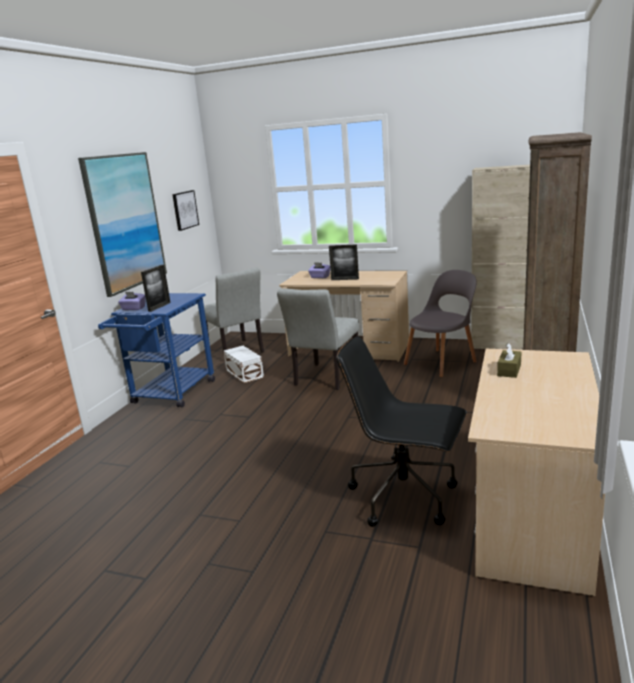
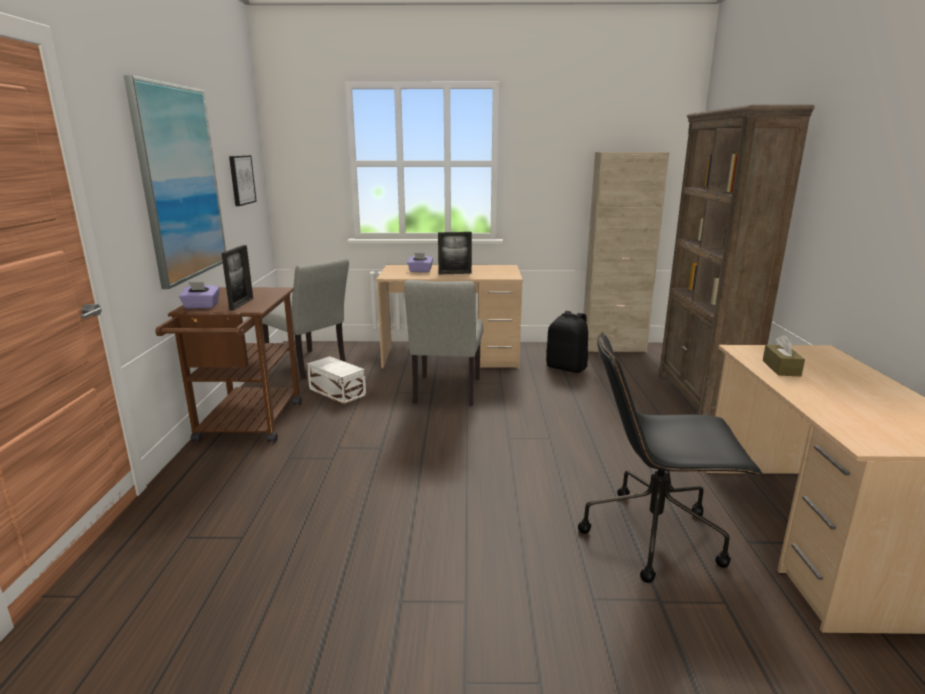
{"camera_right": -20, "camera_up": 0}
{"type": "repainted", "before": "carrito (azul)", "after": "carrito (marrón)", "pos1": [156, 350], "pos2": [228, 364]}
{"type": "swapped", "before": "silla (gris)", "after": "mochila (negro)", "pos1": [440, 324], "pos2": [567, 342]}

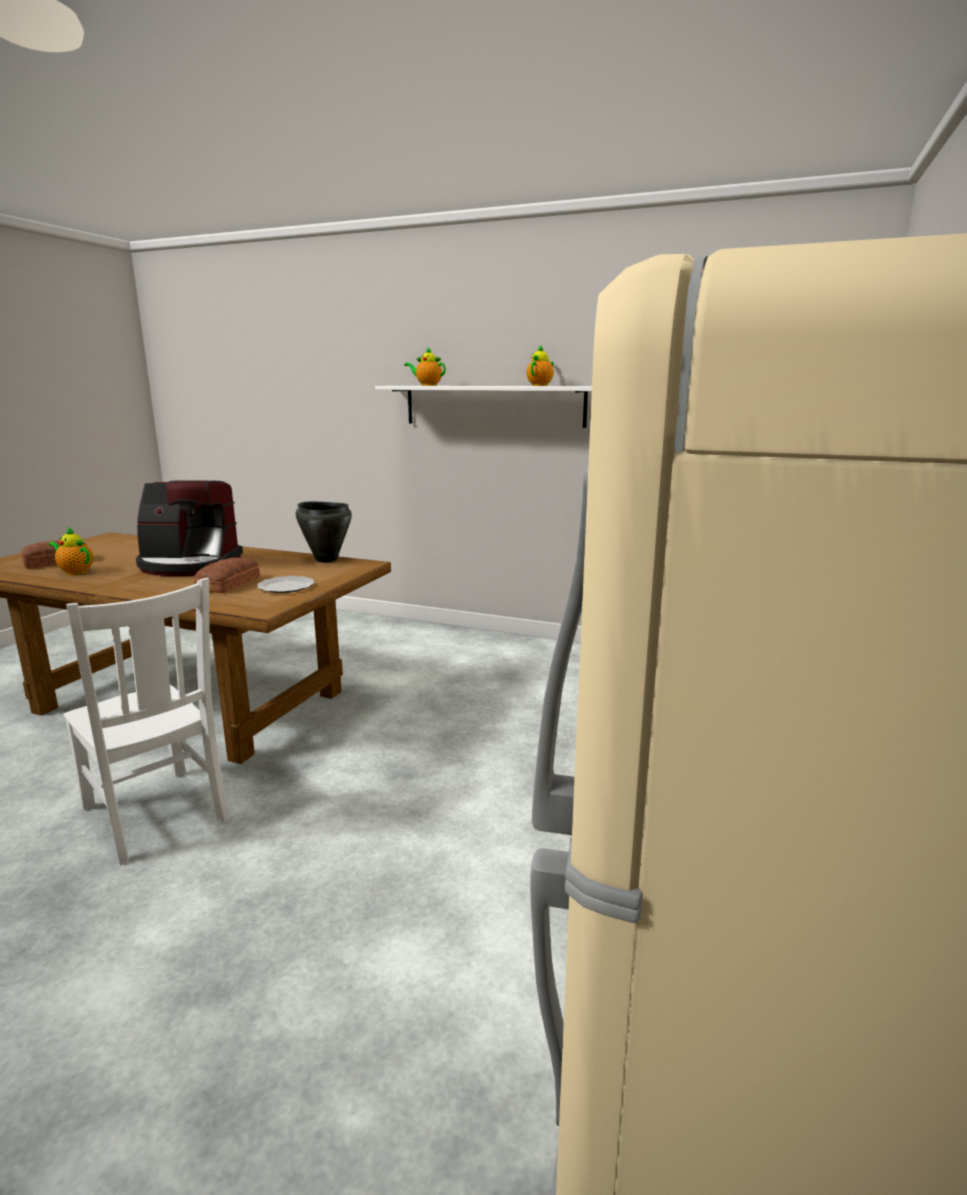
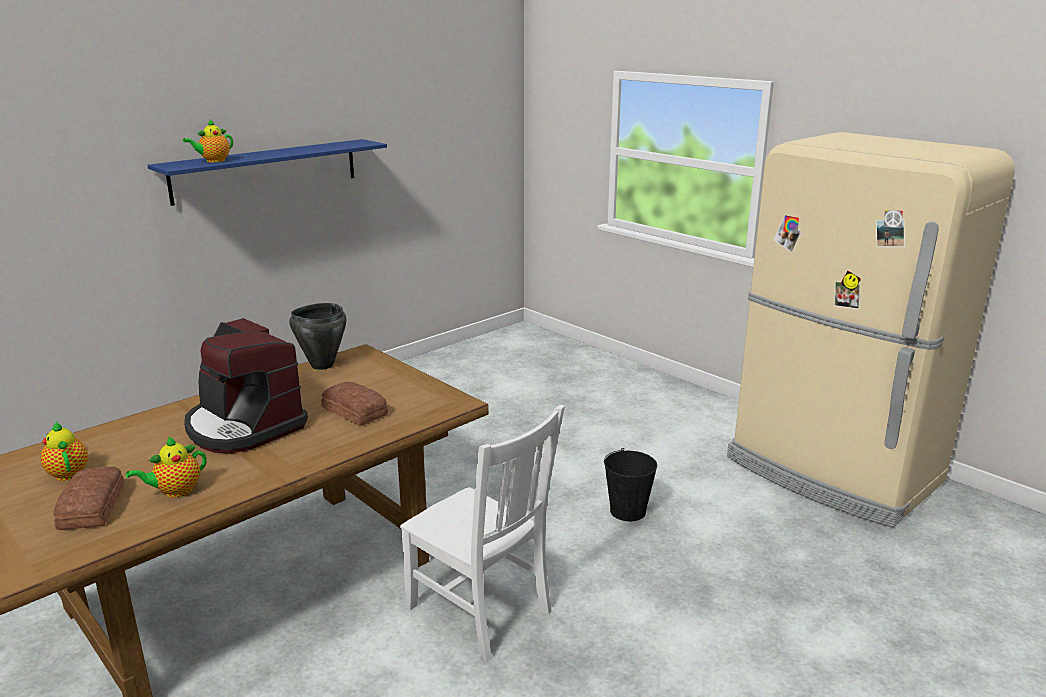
{"camera_right": -65, "camera_up": 5}
{"type": "shifted", "before": "tetera", "pos1": [540, 365], "pos2": [64, 451]}
{"type": "repainted", "before": "estante (blanco)", "after": "estante (azul)", "pos1": [483, 407], "pos2": [267, 172]}
{"type": "rotated", "before": "cafetera", "pos1": [189, 528], "pos2": [246, 386], "turn": 105}
{"type": "rotated", "before": "silla (blanco)", "pos1": [146, 721], "pos2": [482, 533], "turn": 60}
{"type": "new", "after": "cubo (negro)", "pos2": [630, 484]}
{"type": "gone", "before": "plato", "pos1": [286, 584]}

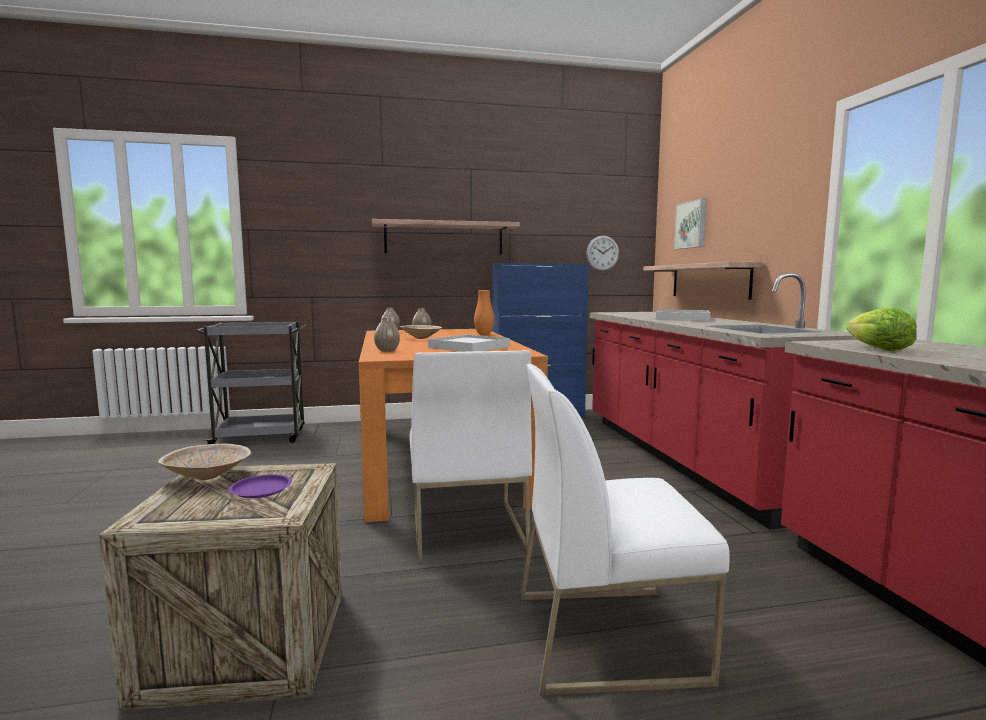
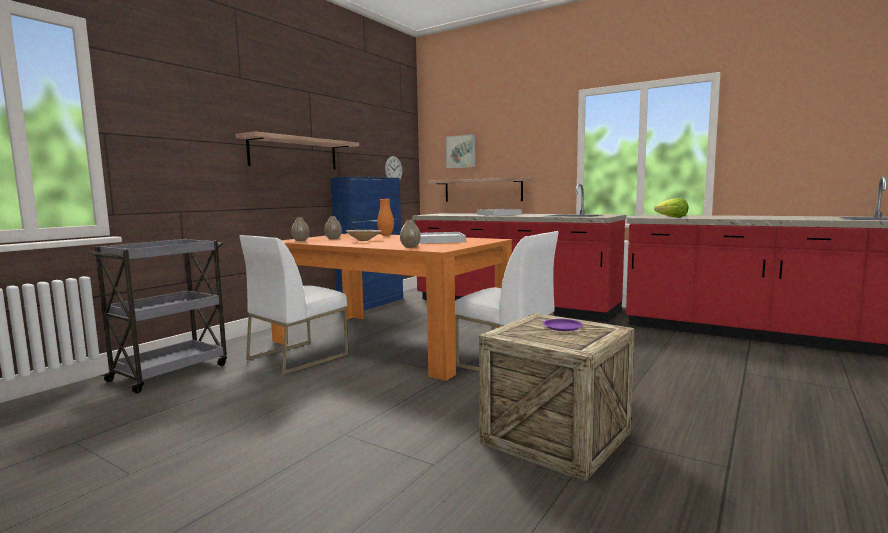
{"camera_right": -45, "camera_up": 0}
{"type": "shifted", "before": "silla (blanco)", "pos1": [625, 530], "pos2": [293, 305]}
{"type": "gone", "before": "cuenco (beis)", "pos1": [204, 462]}

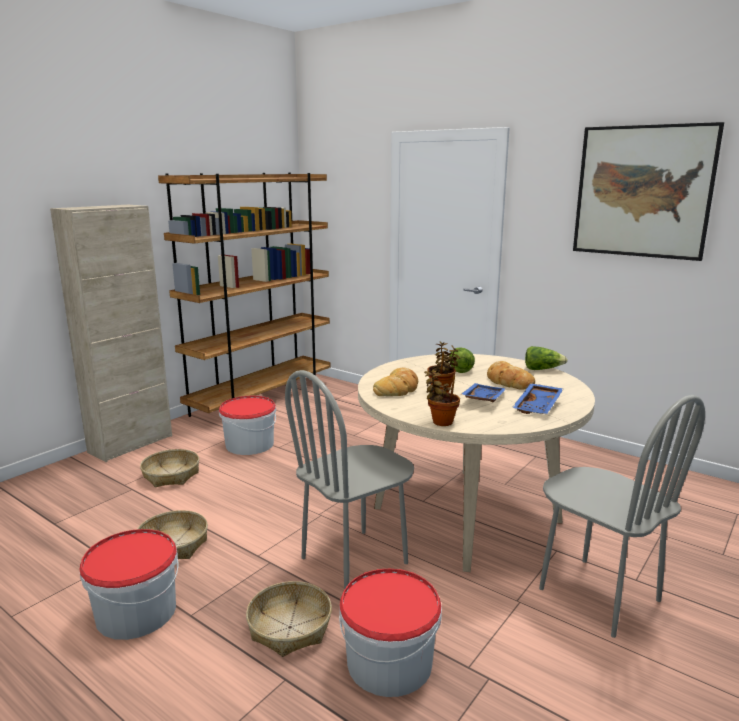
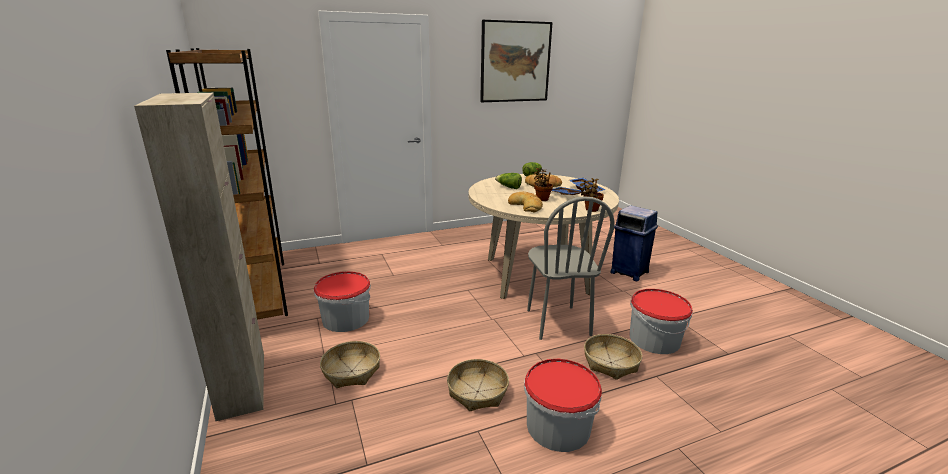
{"camera_right": -60, "camera_up": 5}
{"type": "swapped", "before": "silla (gris)", "after": "papelera (azul)", "pos1": [622, 516], "pos2": [634, 243]}

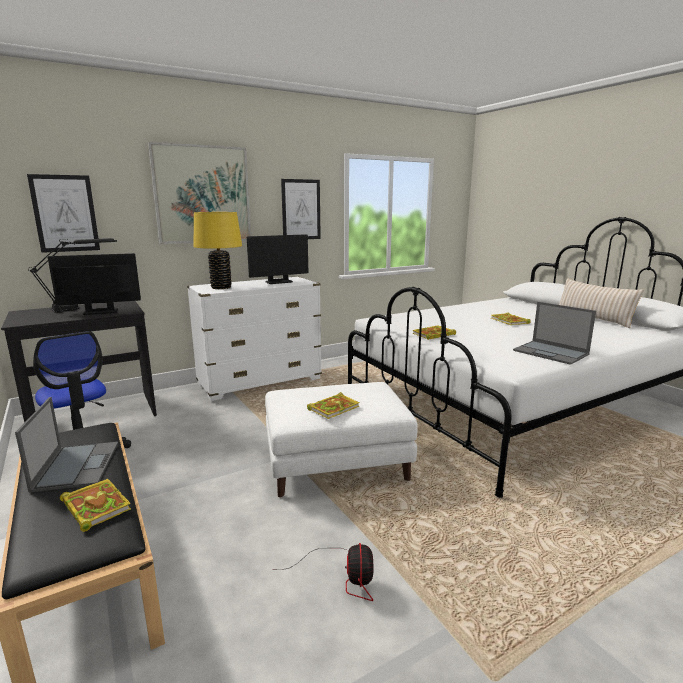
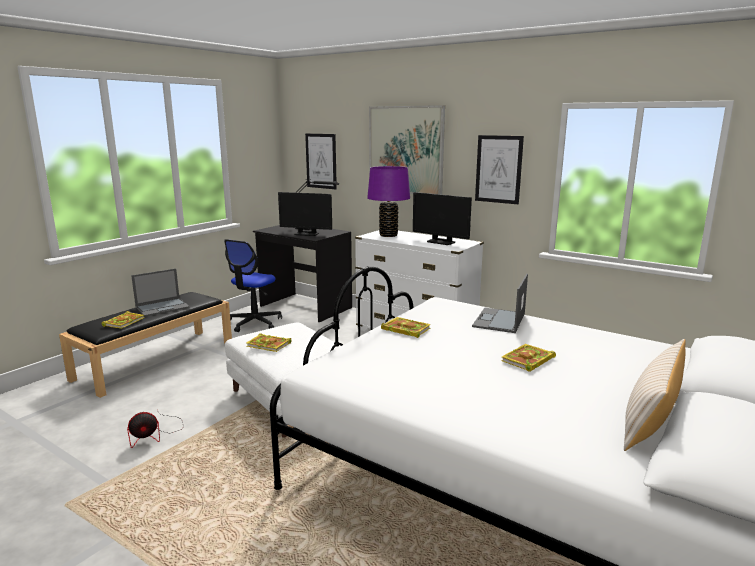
{"camera_right": 65, "camera_up": 0}
{"type": "rotated", "before": "monitor", "pos1": [94, 284], "pos2": [305, 214], "turn": 150}
{"type": "repainted", "before": "lámpara de mesa (amarillo)", "after": "lámpara de mesa (morado)", "pos1": [217, 250], "pos2": [388, 201]}
{"type": "shifted", "before": "portátil", "pos1": [554, 333], "pos2": [500, 303]}

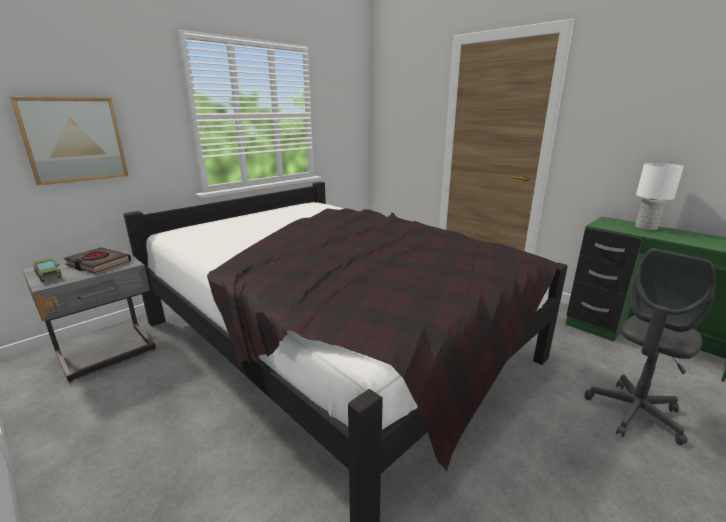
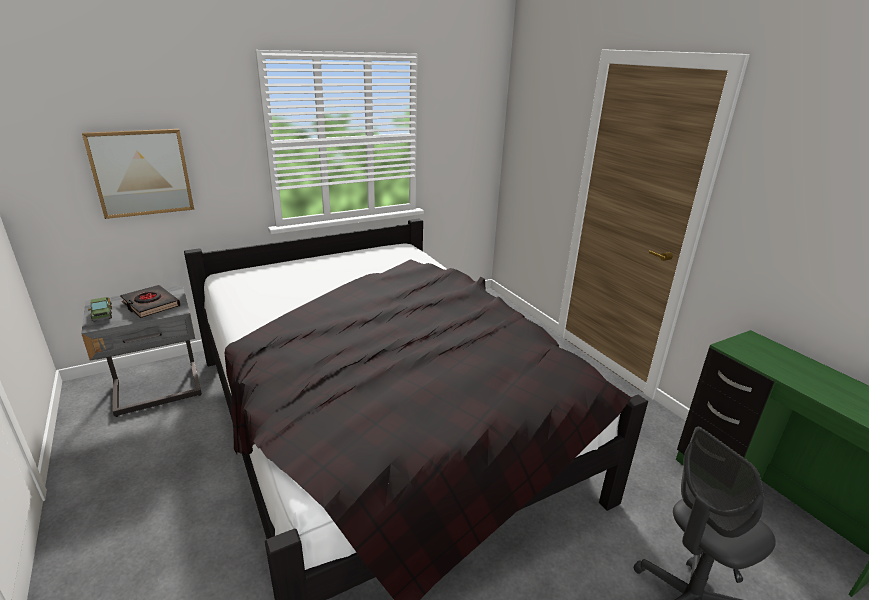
{"camera_right": 15, "camera_up": 5}
{"type": "gone", "before": "lámpara de mesa (blanco)", "pos1": [659, 196]}

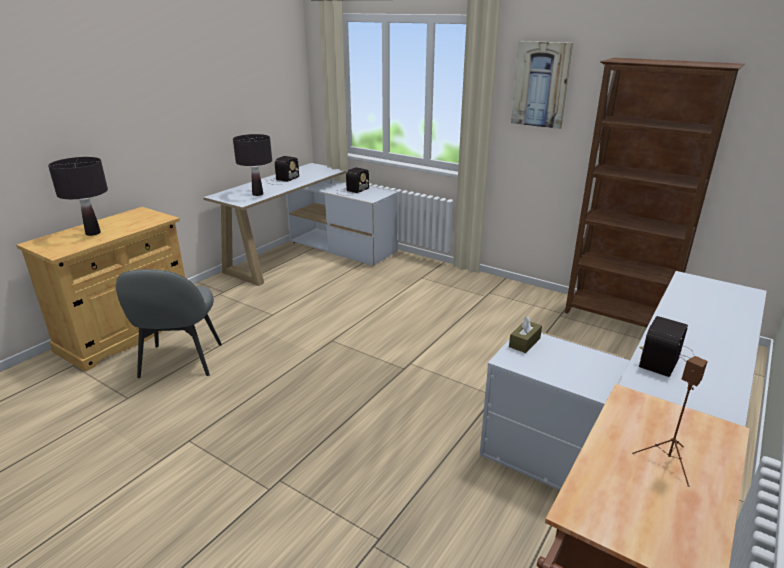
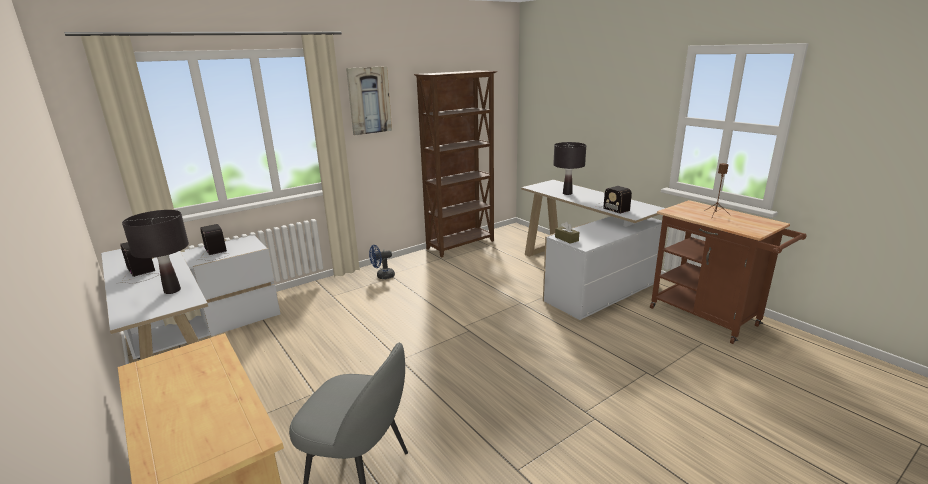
{"camera_right": -70, "camera_up": -5}
{"type": "new", "after": "ventilador (azul)", "pos2": [382, 262]}
{"type": "shifted", "before": "lámpara de mesa (negro)", "pos1": [78, 196], "pos2": [569, 168]}

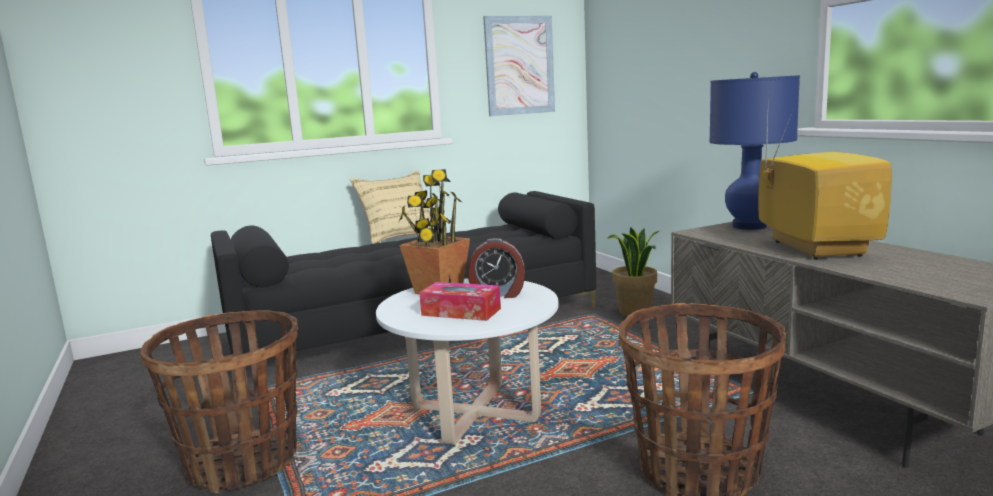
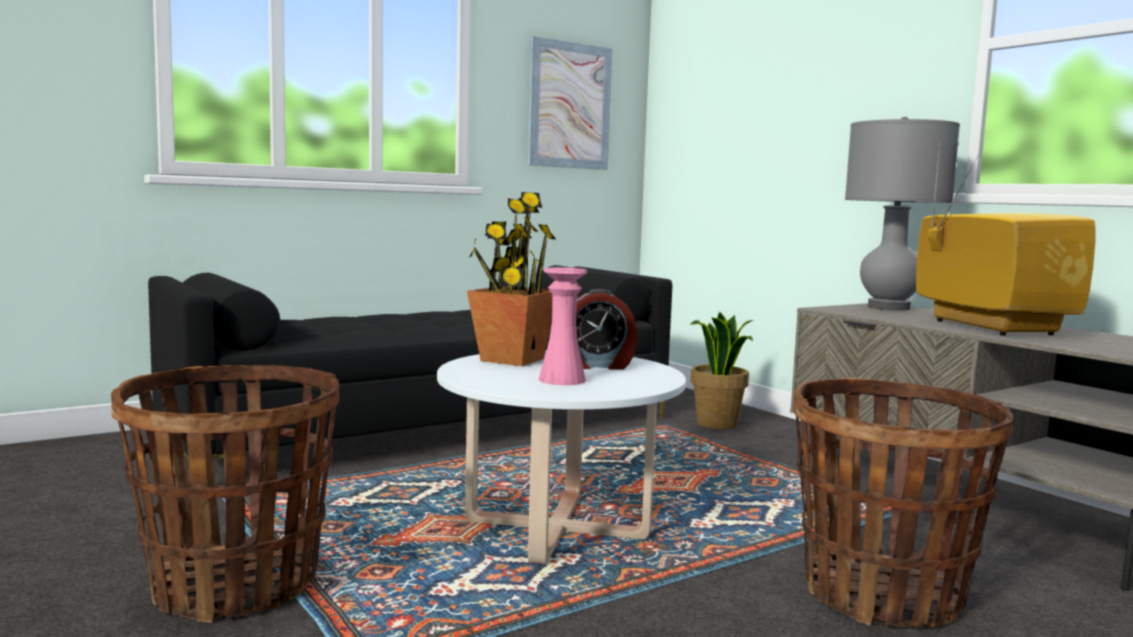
{"camera_right": -10, "camera_up": -5}
{"type": "swapped", "before": "caja de pañuelos", "after": "florero (rosa)", "pos1": [460, 301], "pos2": [562, 326]}
{"type": "repainted", "before": "lámpara de mesa (azul)", "after": "lámpara de mesa (gris)", "pos1": [754, 151], "pos2": [902, 213]}
{"type": "gone", "before": "cojín (beis)", "pos1": [394, 207]}

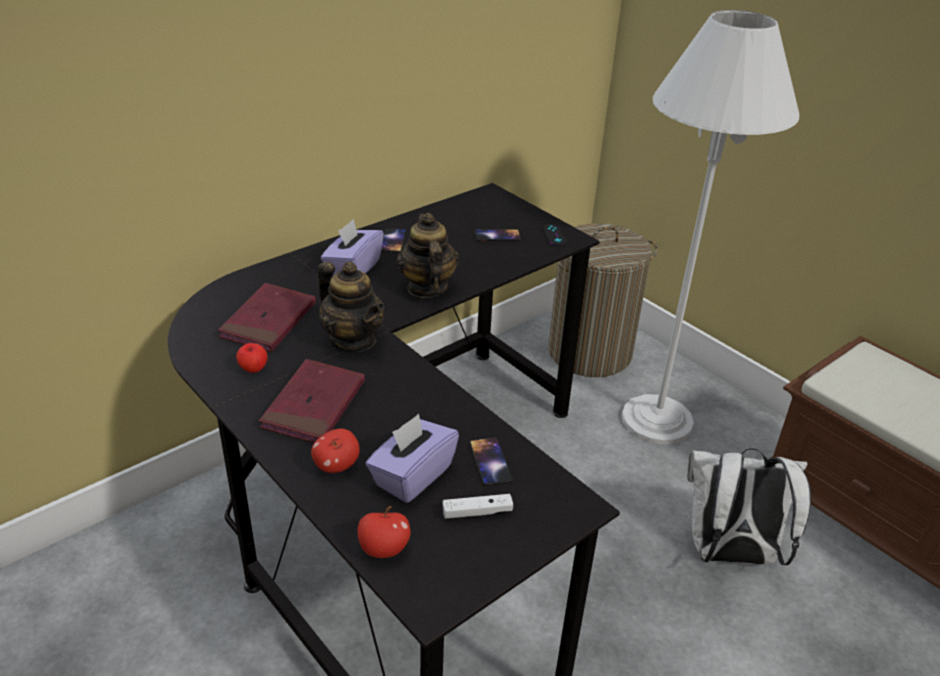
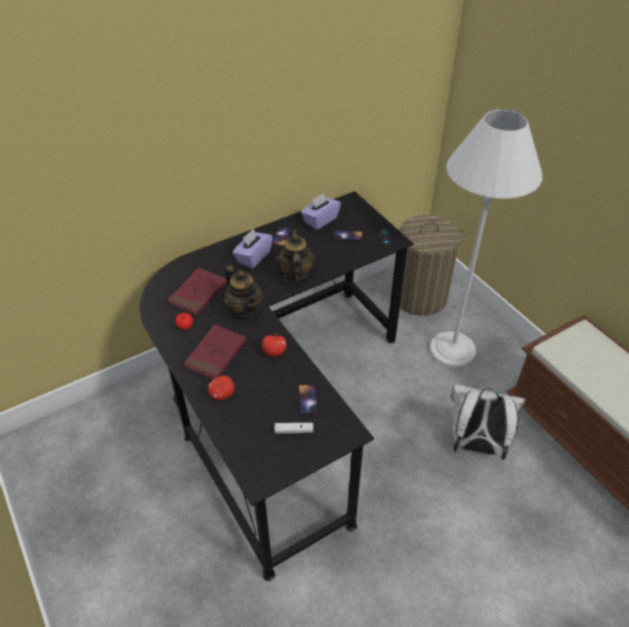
{"camera_right": 10, "camera_up": 10}
{"type": "shifted", "before": "manzana", "pos1": [384, 532], "pos2": [274, 345]}
{"type": "shifted", "before": "caja de pañuelos (morado)", "pos1": [412, 458], "pos2": [321, 211]}

